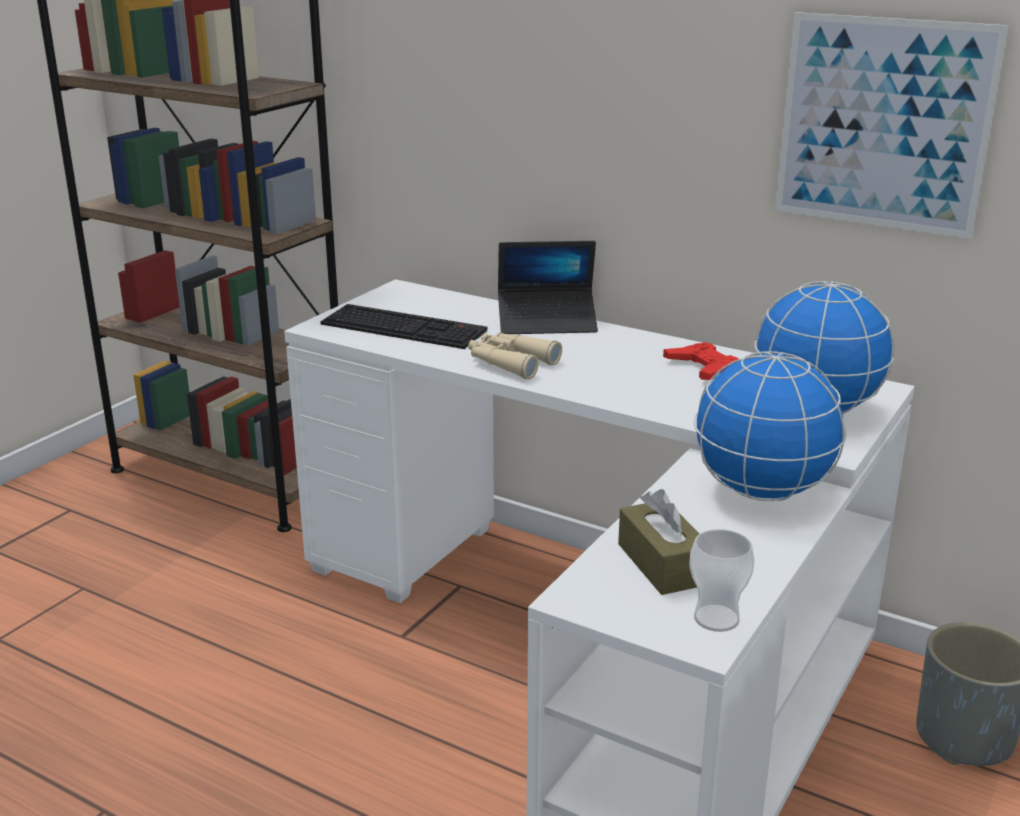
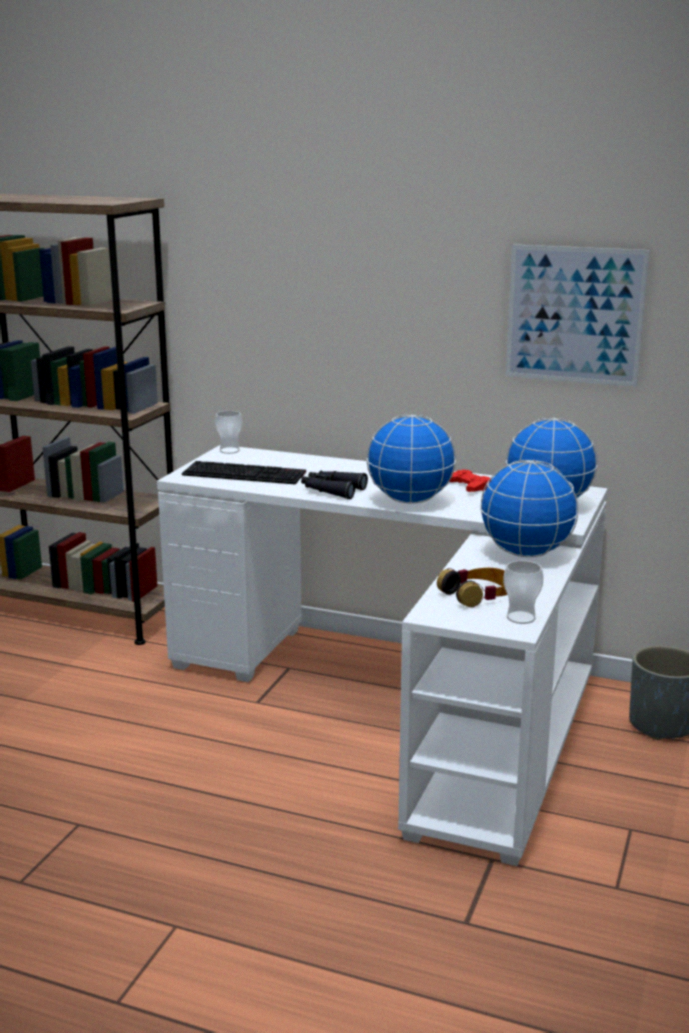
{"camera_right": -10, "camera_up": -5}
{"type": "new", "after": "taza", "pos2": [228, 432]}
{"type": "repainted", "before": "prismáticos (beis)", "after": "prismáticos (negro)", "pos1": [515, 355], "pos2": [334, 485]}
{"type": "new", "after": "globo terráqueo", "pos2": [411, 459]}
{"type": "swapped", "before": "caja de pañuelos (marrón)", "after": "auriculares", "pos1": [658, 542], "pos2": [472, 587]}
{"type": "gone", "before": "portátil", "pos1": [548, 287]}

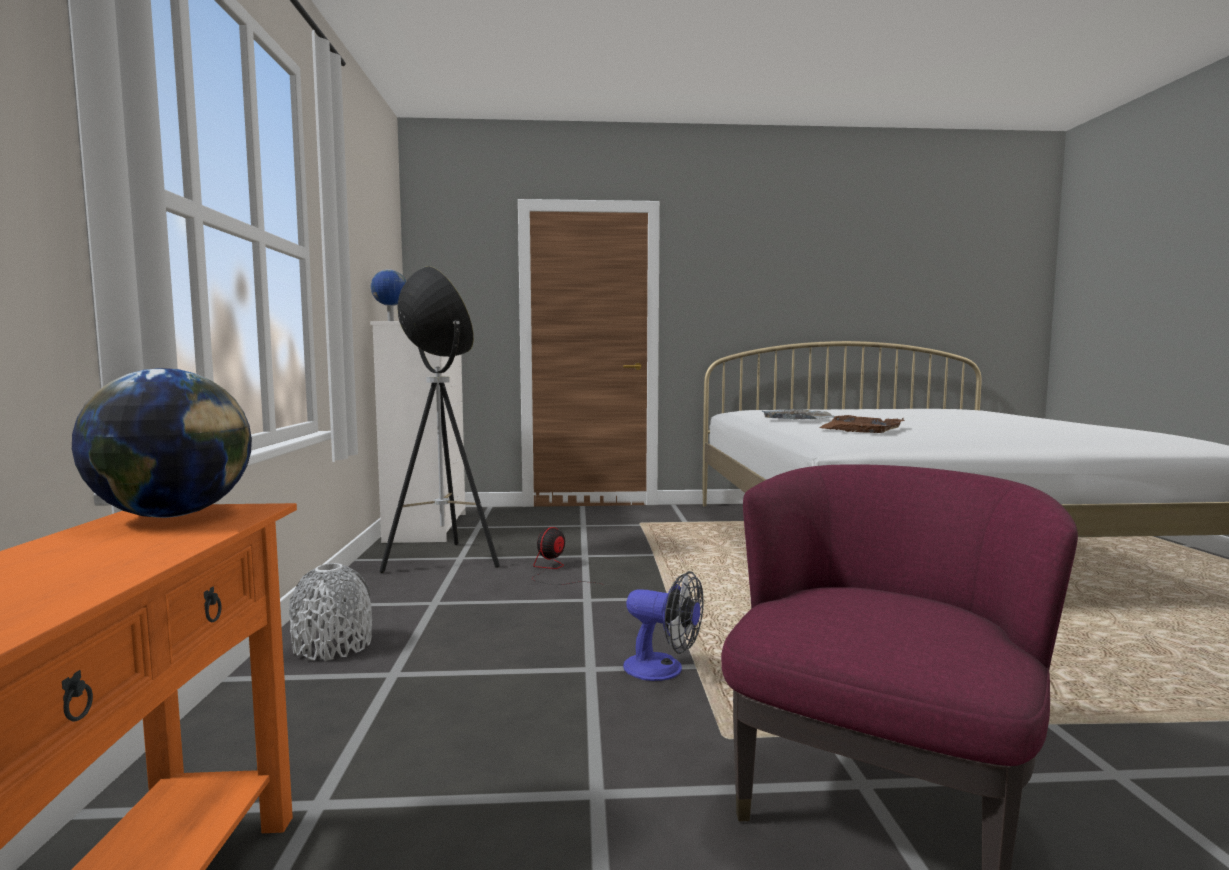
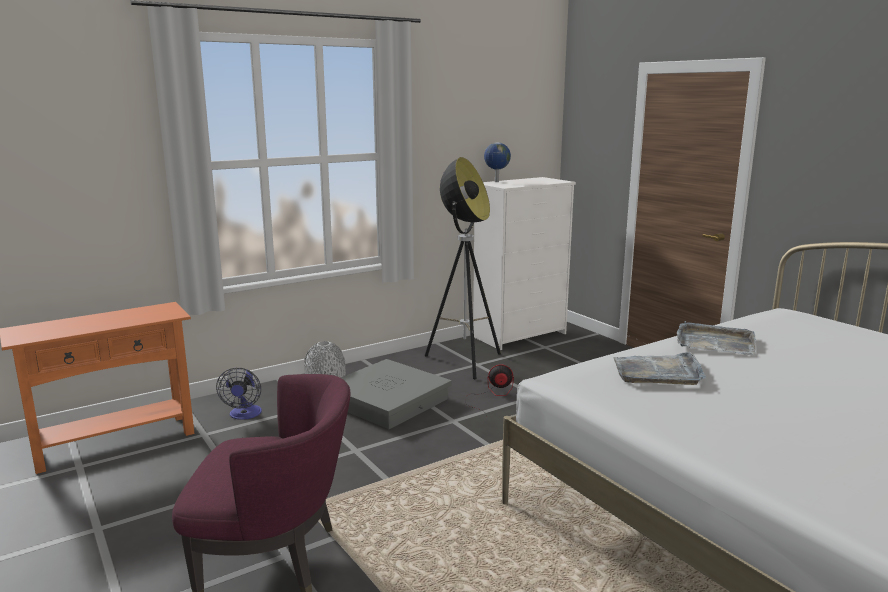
{"camera_right": 60, "camera_up": 10}
{"type": "shifted", "before": "ventilador", "pos1": [663, 626], "pos2": [239, 394]}
{"type": "new", "after": "caja de almacenaje (gris)", "pos2": [396, 394]}
{"type": "repainted", "before": "bandeja (marrón)", "after": "bandeja (gris)", "pos1": [862, 424], "pos2": [660, 368]}
{"type": "gone", "before": "globo terráqueo", "pos1": [162, 443]}

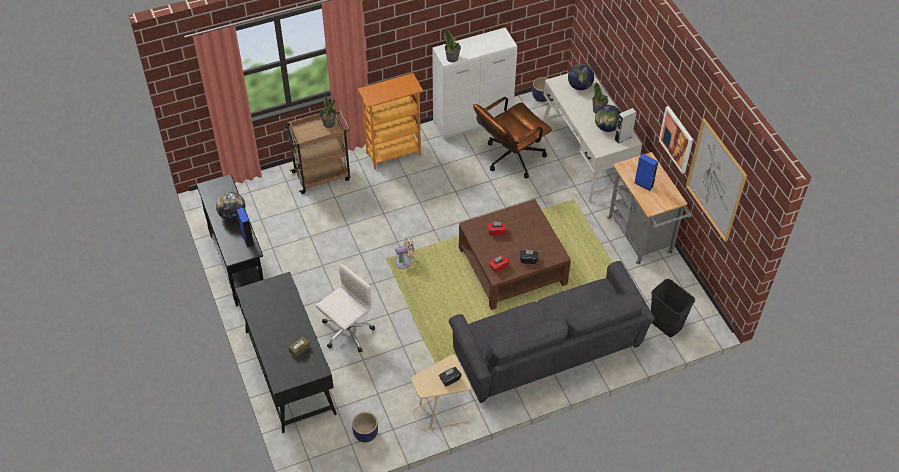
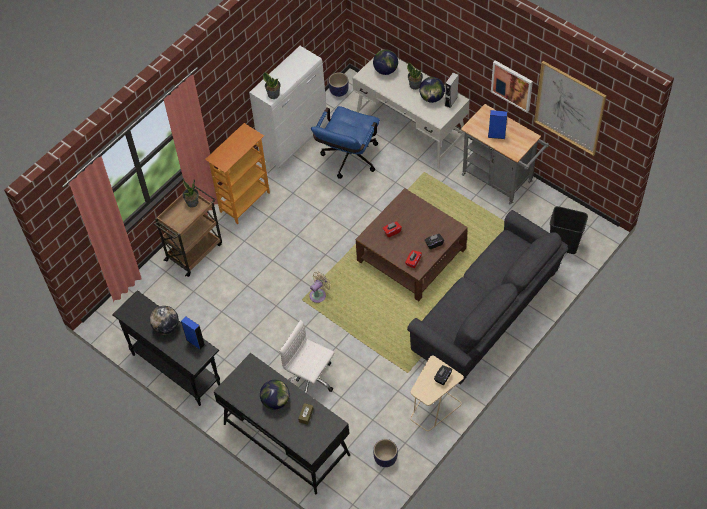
{"camera_right": -25, "camera_up": 5}
{"type": "new", "after": "globo terráqueo", "pos2": [275, 395]}
{"type": "rotated", "before": "silla de oficina (blanco)", "pos1": [345, 308], "pos2": [306, 356], "turn": -75}
{"type": "repainted", "before": "silla de oficina (marrón)", "after": "silla de oficina (azul)", "pos1": [512, 137], "pos2": [345, 142]}

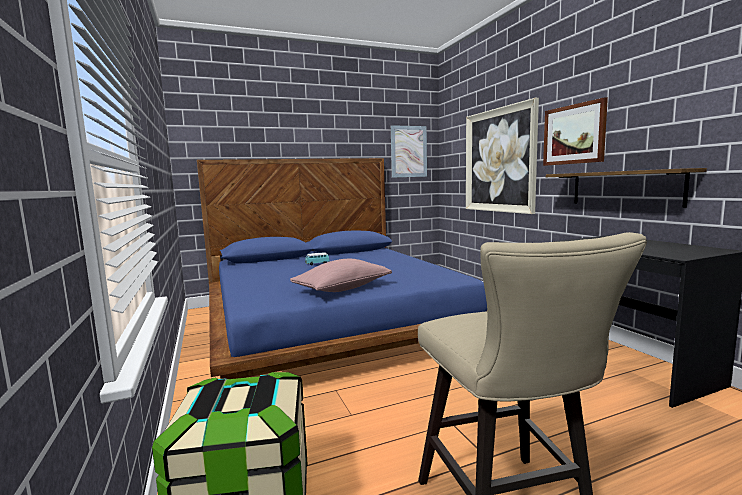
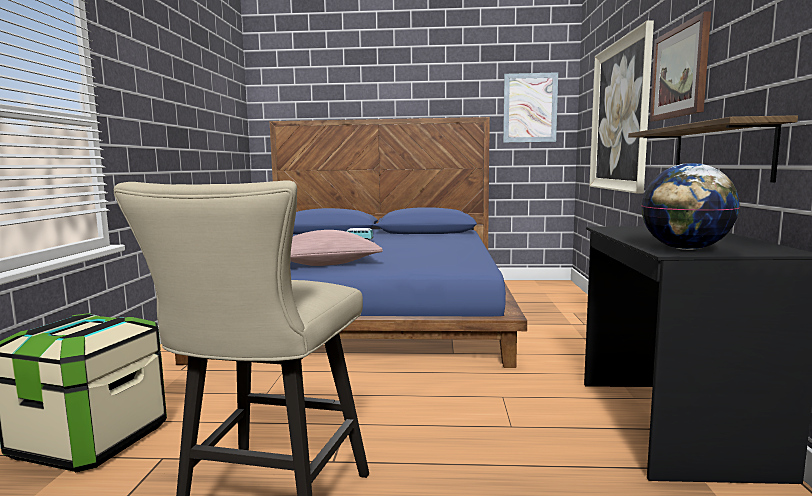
{"camera_right": 25, "camera_up": 0}
{"type": "new", "after": "globo terráqueo", "pos2": [690, 206]}

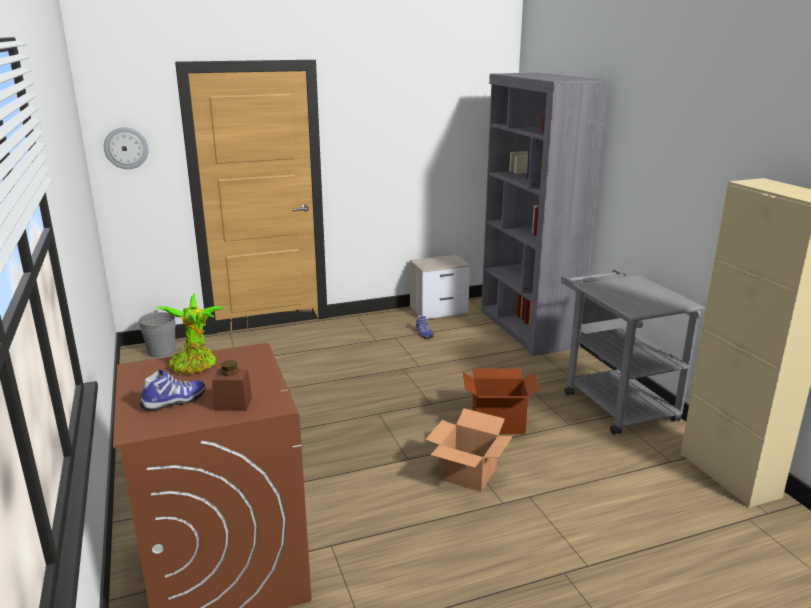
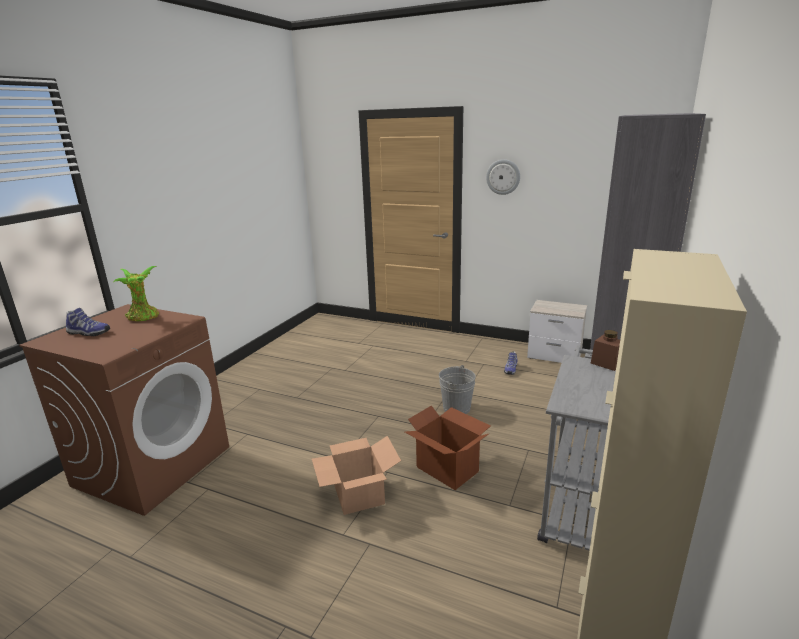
{"camera_right": 45, "camera_up": 0}
{"type": "shifted", "before": "cubo (gris)", "pos1": [157, 333], "pos2": [457, 389]}
{"type": "shifted", "before": "reloj de pared", "pos1": [126, 148], "pos2": [503, 177]}
{"type": "shifted", "before": "tarro (marrón)", "pos1": [232, 385], "pos2": [605, 350]}

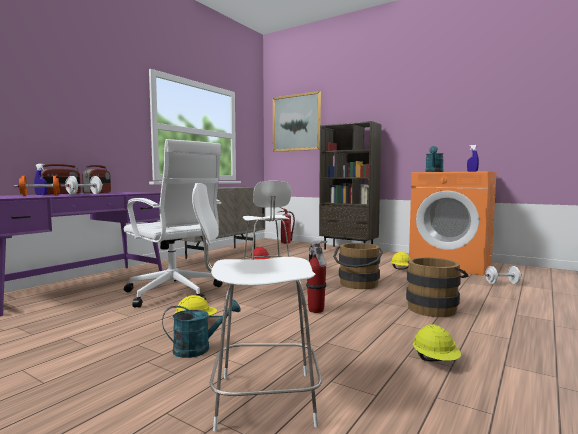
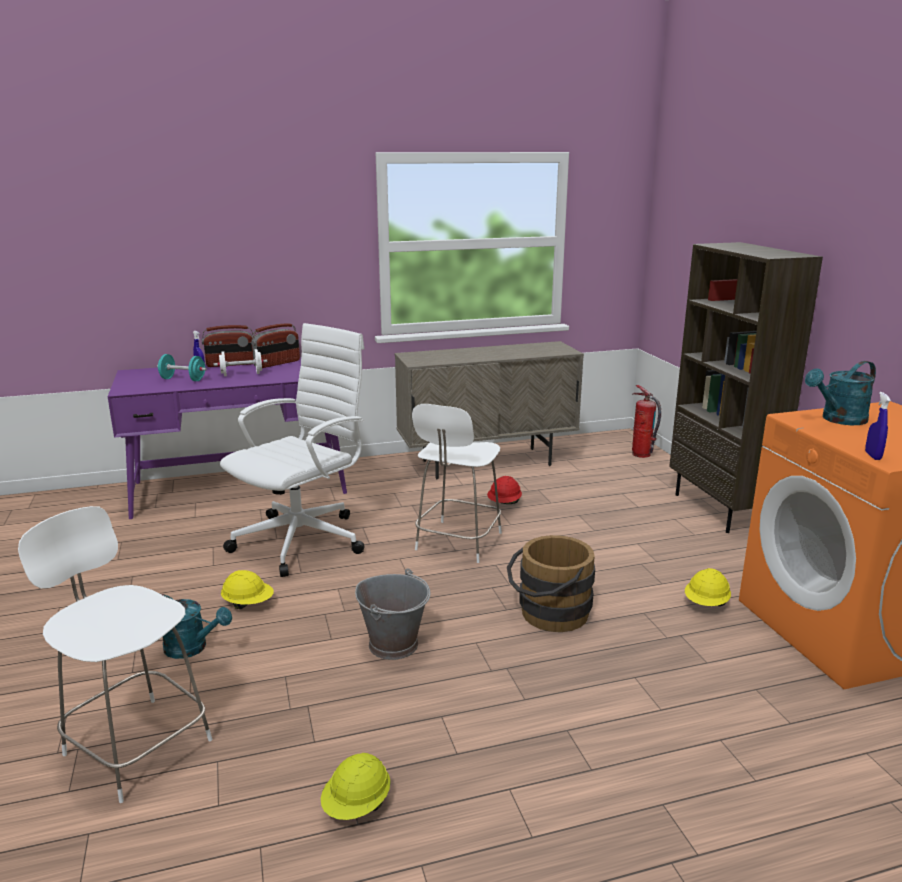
{"camera_right": 40, "camera_up": 15}
{"type": "repainted", "before": "mancuerna (naranja)", "after": "mancuerna (turquesa)", "pos1": [39, 186], "pos2": [182, 367]}
{"type": "rotated", "before": "silla de oficina (blanco)", "pos1": [173, 223], "pos2": [292, 450], "turn": -135}
{"type": "swapped", "before": "extintor", "after": "cubo (gris)", "pos1": [316, 276], "pos2": [393, 614]}
{"type": "gone", "before": "cuadro", "pos1": [297, 121]}
{"type": "gone", "before": "cubo (marrón)", "pos1": [437, 287]}
{"type": "gone", "before": "mancuerna (blanco)", "pos1": [503, 275]}

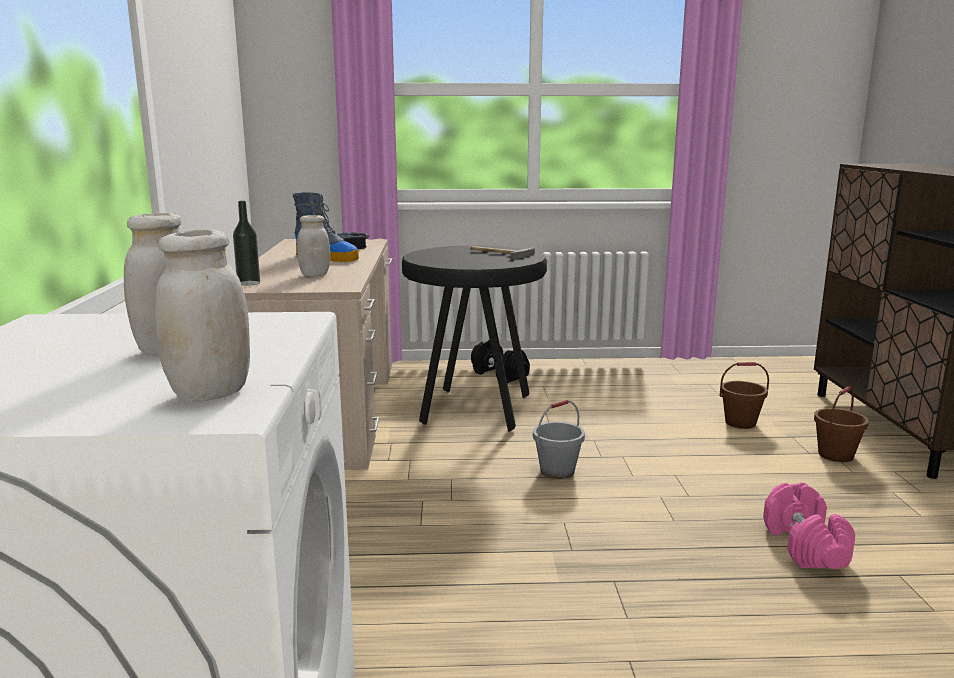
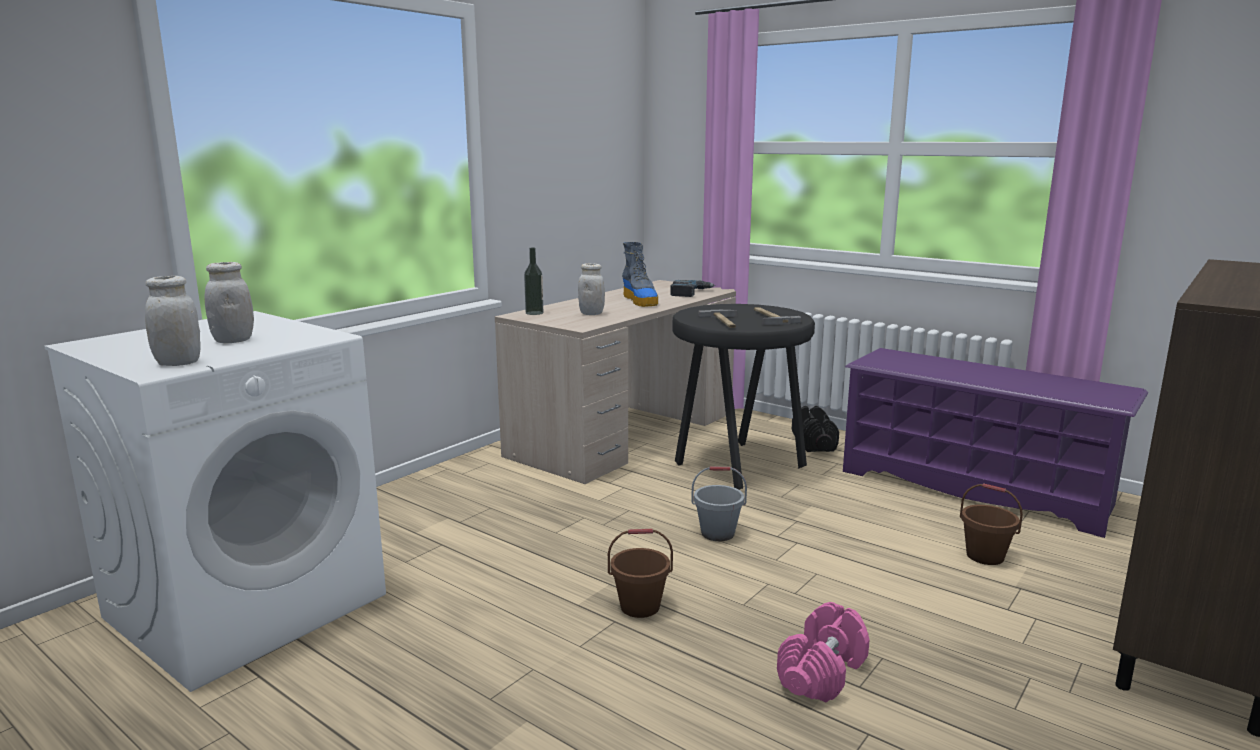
{"camera_right": 40, "camera_up": 0}
{"type": "shifted", "before": "cubo (marrón)", "pos1": [841, 424], "pos2": [640, 573]}
{"type": "new", "after": "martillo", "pos2": [717, 319]}
{"type": "new", "after": "zapatero (morado)", "pos2": [995, 443]}

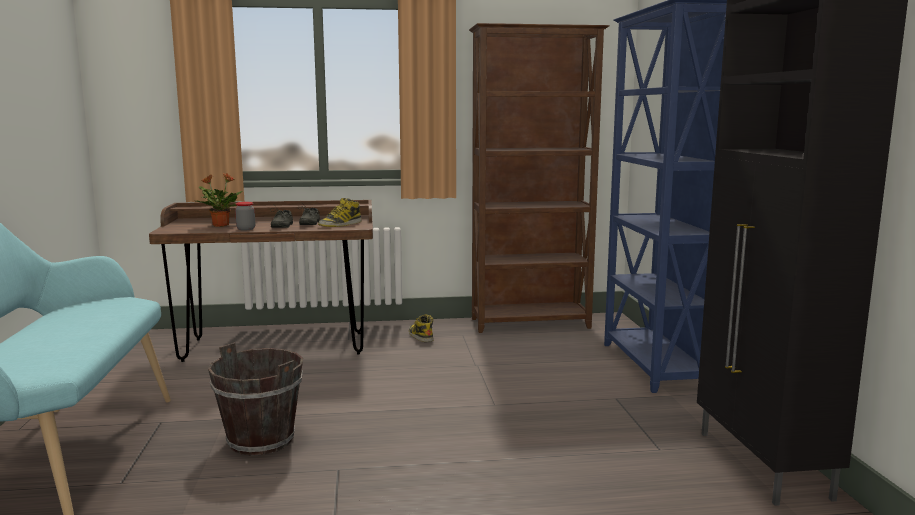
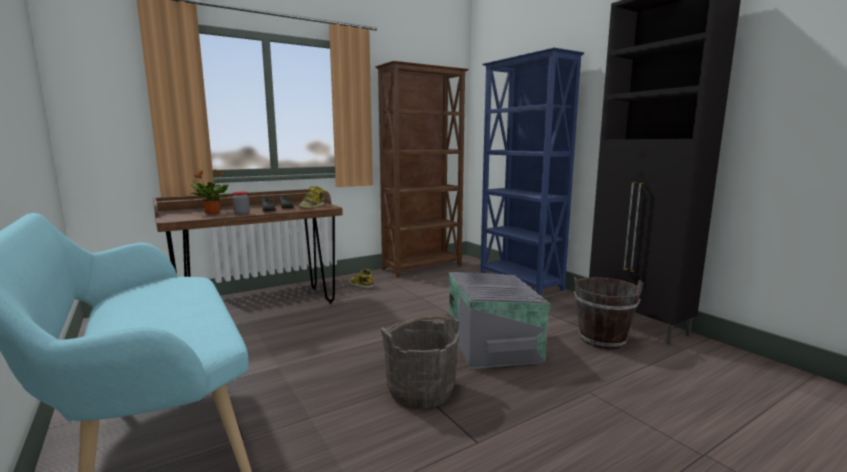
{"camera_right": -25, "camera_up": 0}
{"type": "new", "after": "cubo (gris)", "pos2": [419, 361]}
{"type": "new", "after": "caja de almacenaje (gris)", "pos2": [499, 320]}
{"type": "shifted", "before": "cubo (marrón)", "pos1": [255, 399], "pos2": [609, 312]}

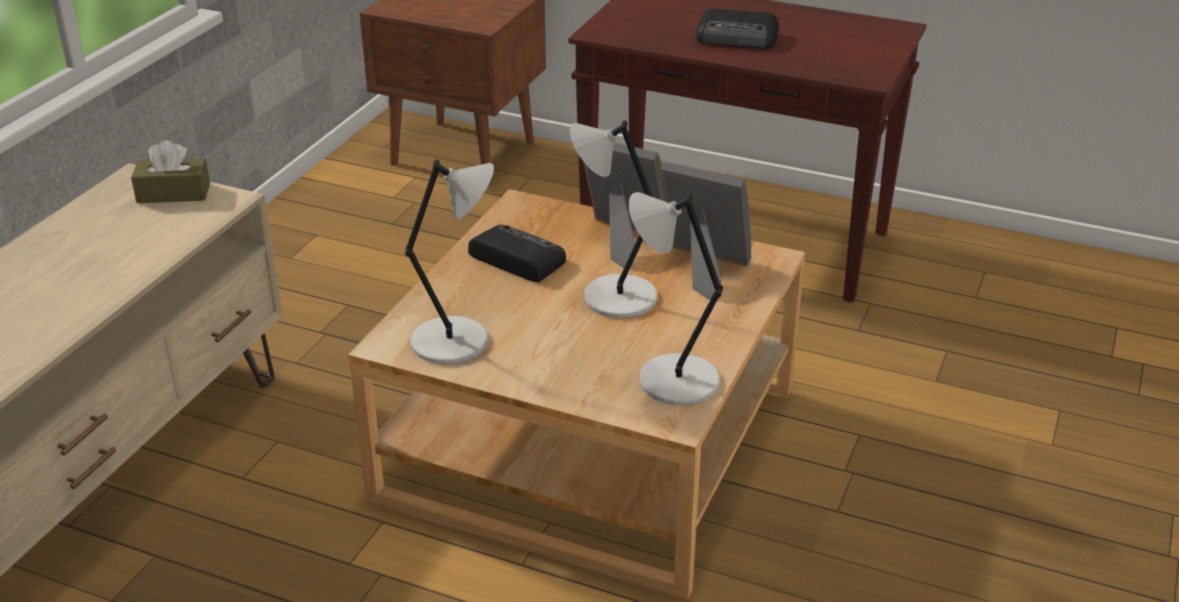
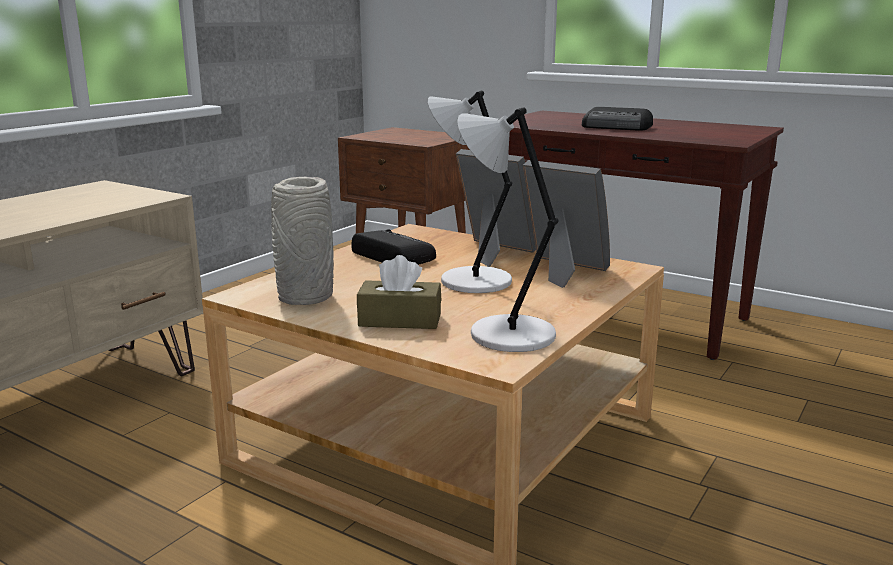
{"camera_right": 10, "camera_up": -15}
{"type": "swapped", "before": "lámpara de mesa (gris)", "after": "florero (gris)", "pos1": [449, 262], "pos2": [302, 241]}
{"type": "shifted", "before": "caja de pañuelos (marrón)", "pos1": [170, 171], "pos2": [399, 292]}

